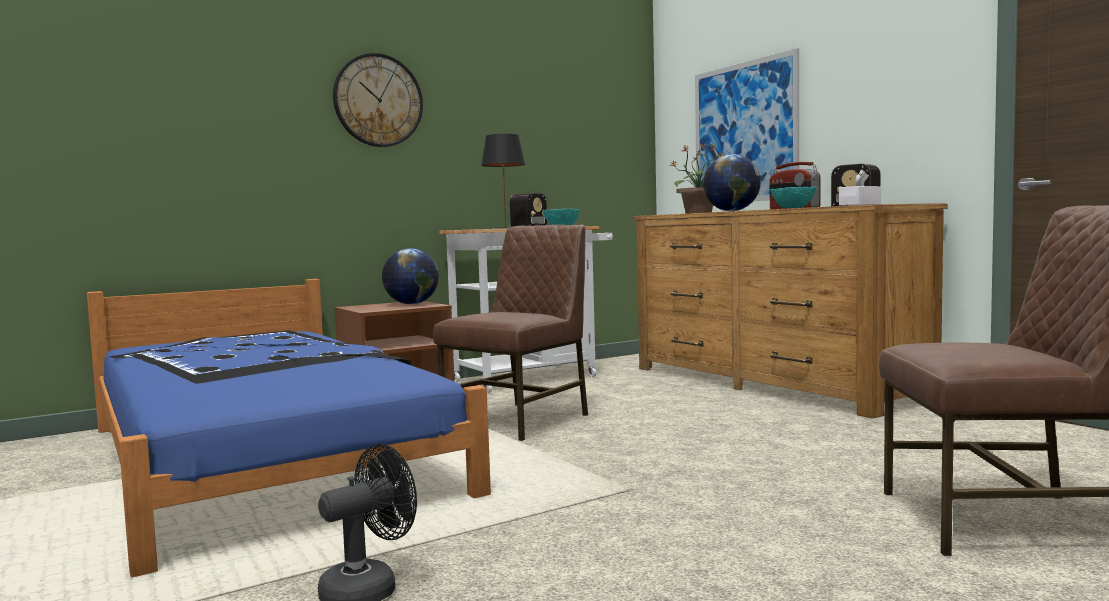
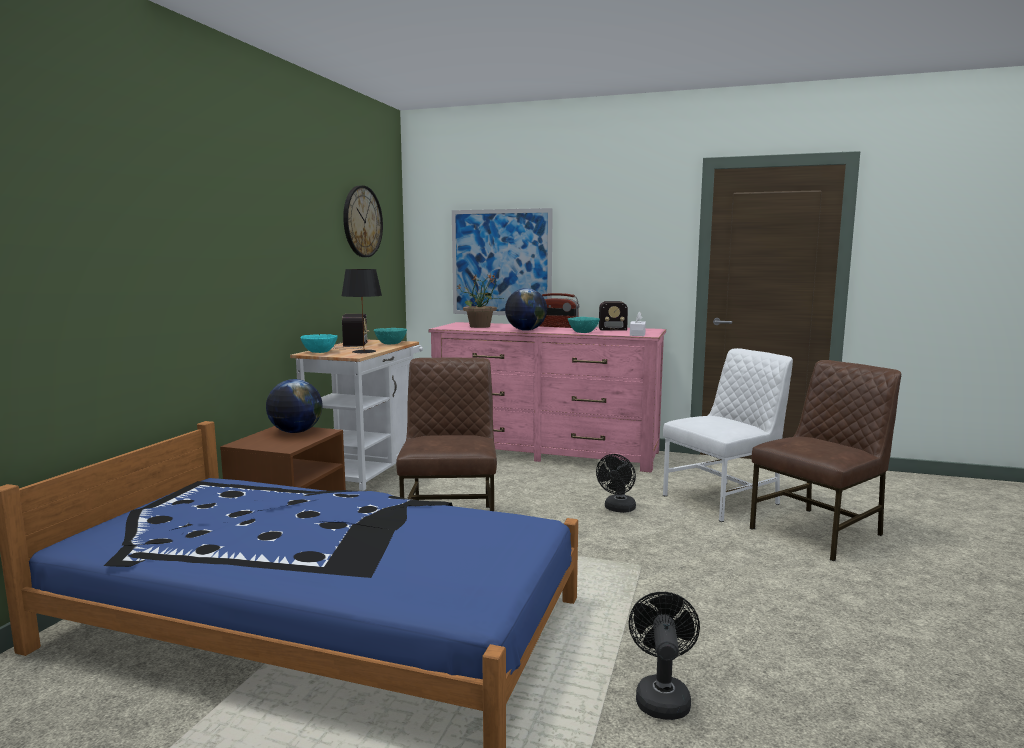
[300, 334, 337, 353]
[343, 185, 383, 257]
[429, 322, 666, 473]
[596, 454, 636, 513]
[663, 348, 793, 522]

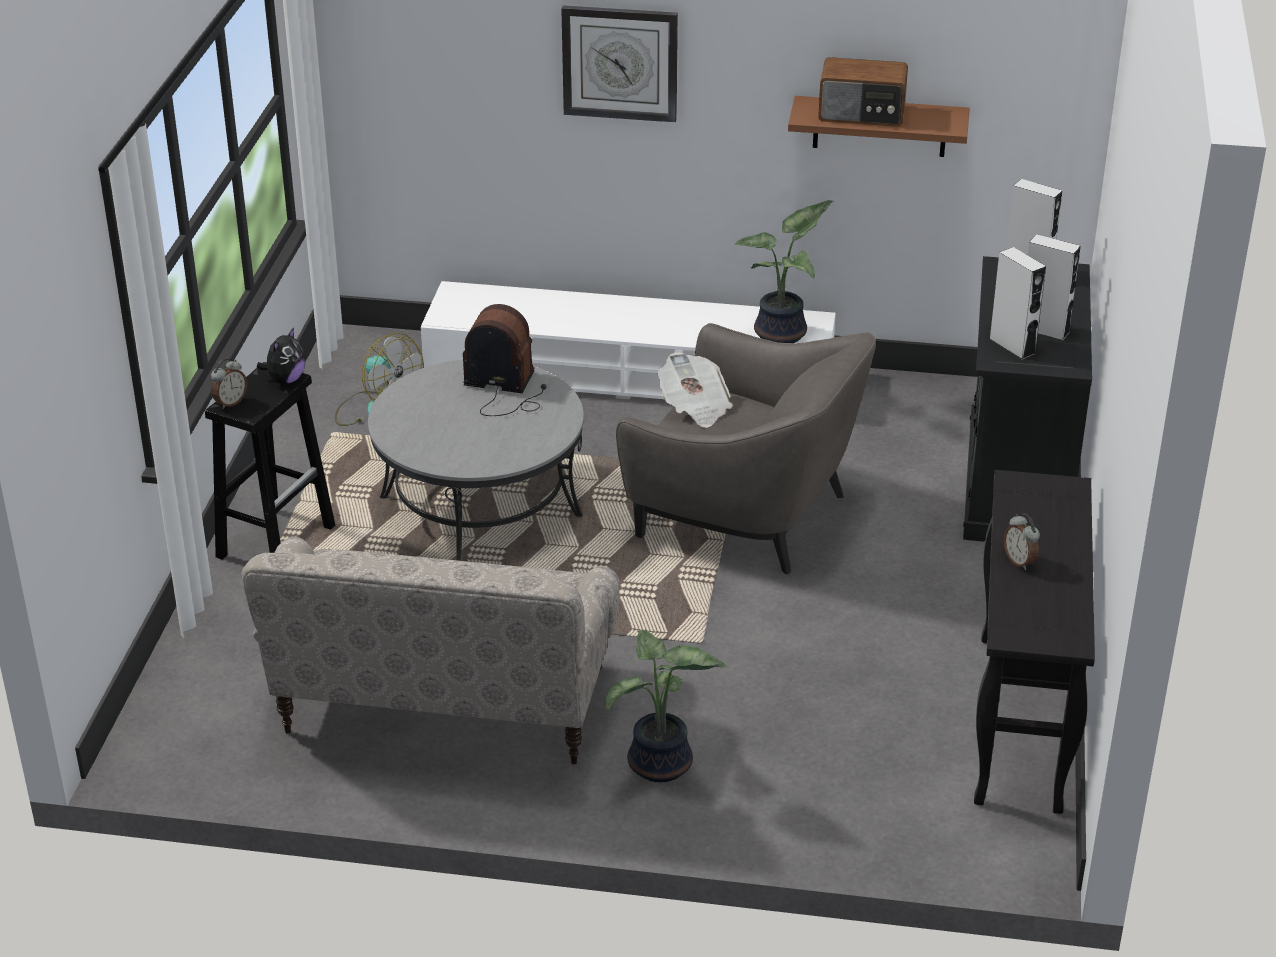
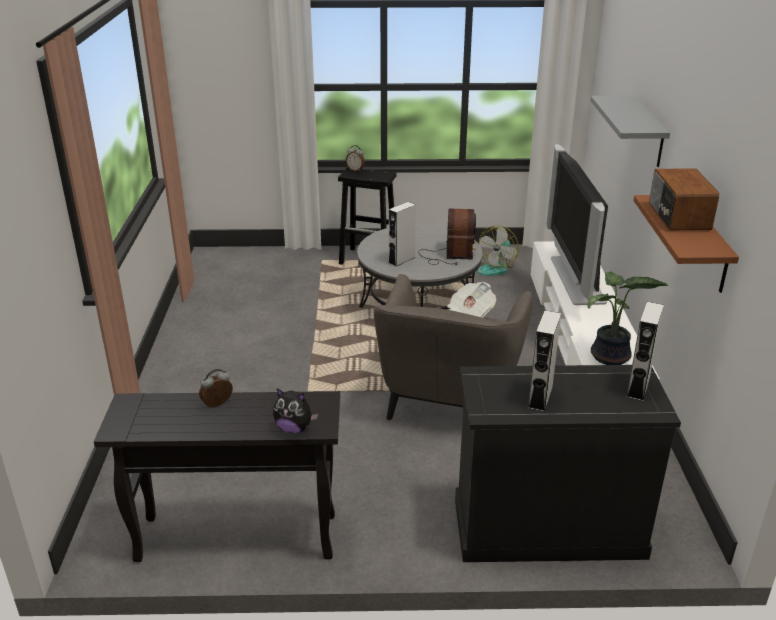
[273, 388, 318, 433]
[389, 202, 416, 267]
[547, 144, 608, 305]
[590, 96, 670, 167]
[242, 536, 620, 765] (first image)
[605, 630, 727, 782] (first image)

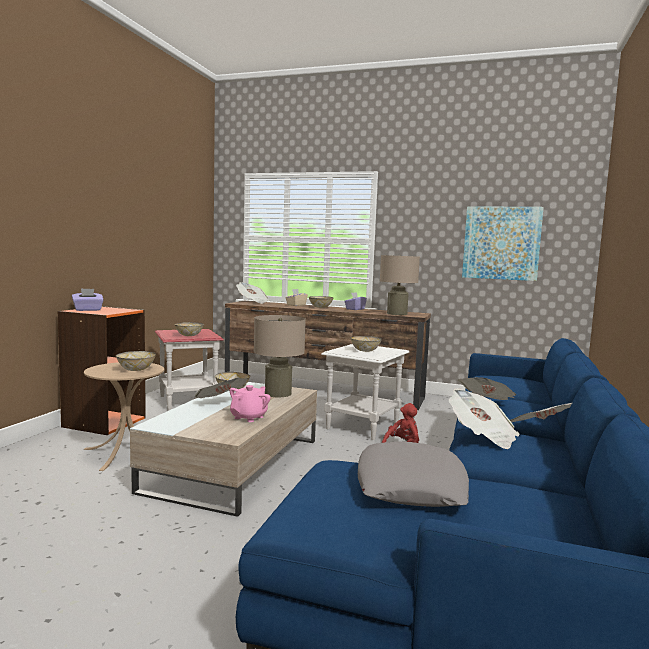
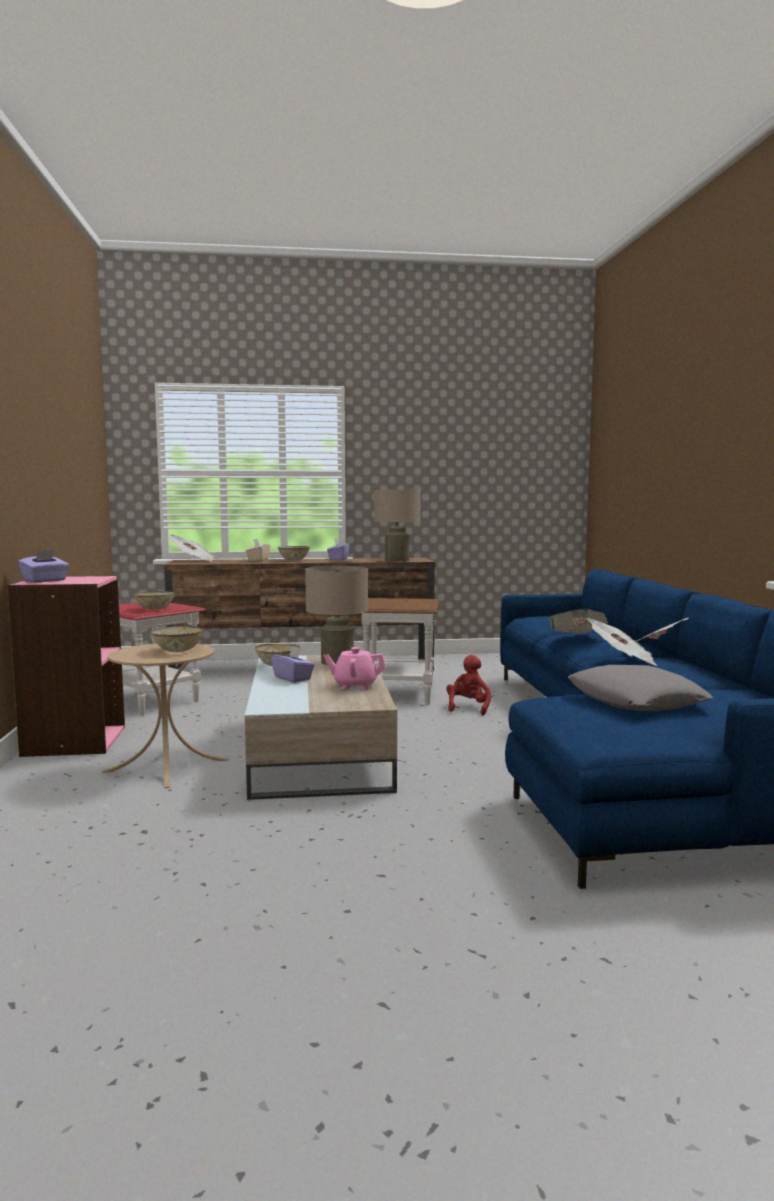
[7, 575, 125, 757]
[271, 646, 315, 683]
[324, 647, 386, 690]
[362, 598, 439, 705]
[350, 336, 382, 352] (first image)
[462, 206, 544, 281] (first image)

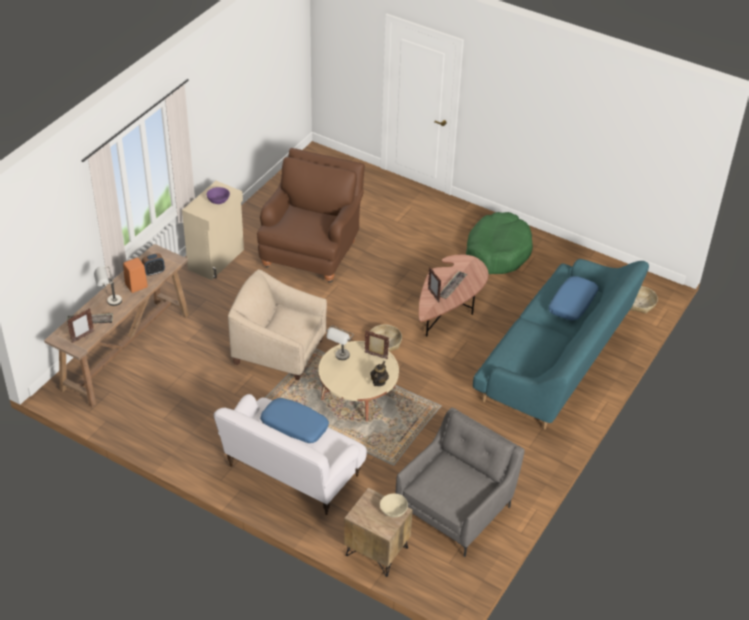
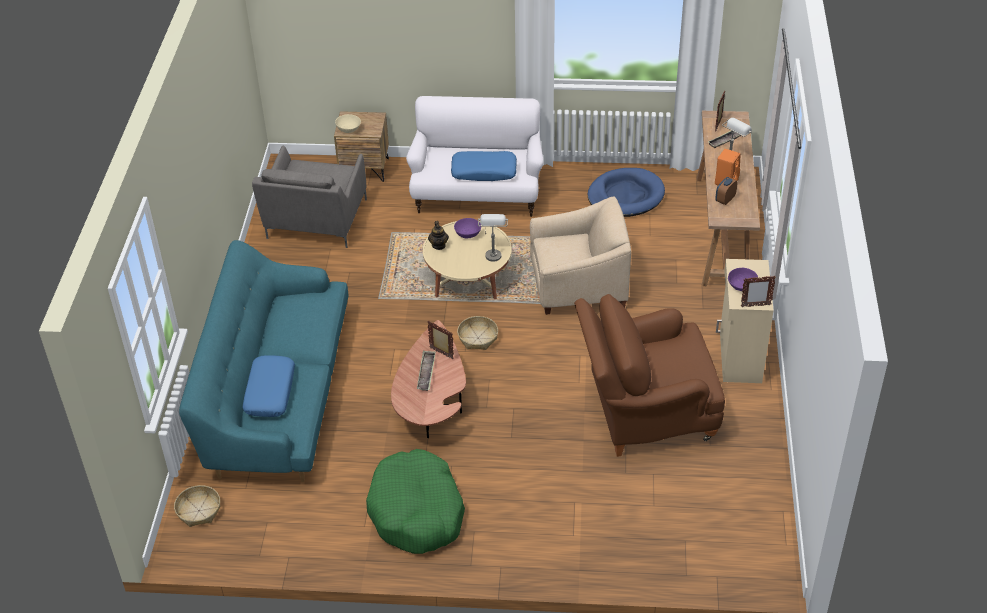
[454, 218, 481, 238]
[574, 294, 725, 457]
[588, 168, 665, 217]
[741, 276, 776, 307]

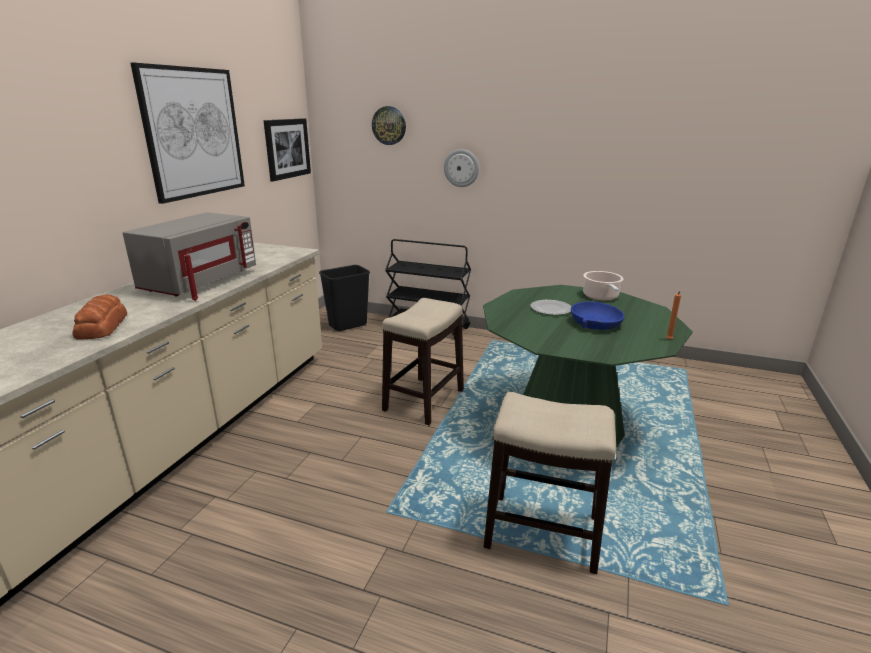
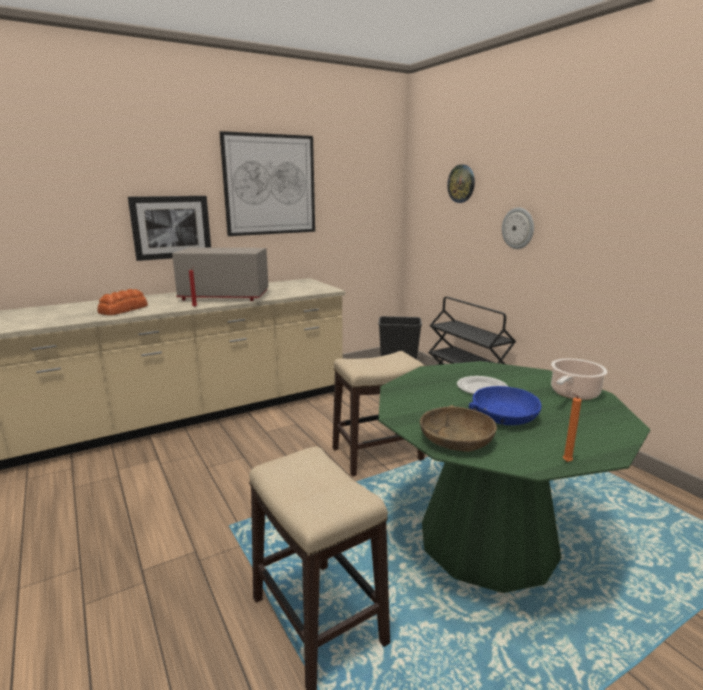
[128, 196, 211, 261]
[172, 247, 268, 301]
[420, 405, 497, 452]

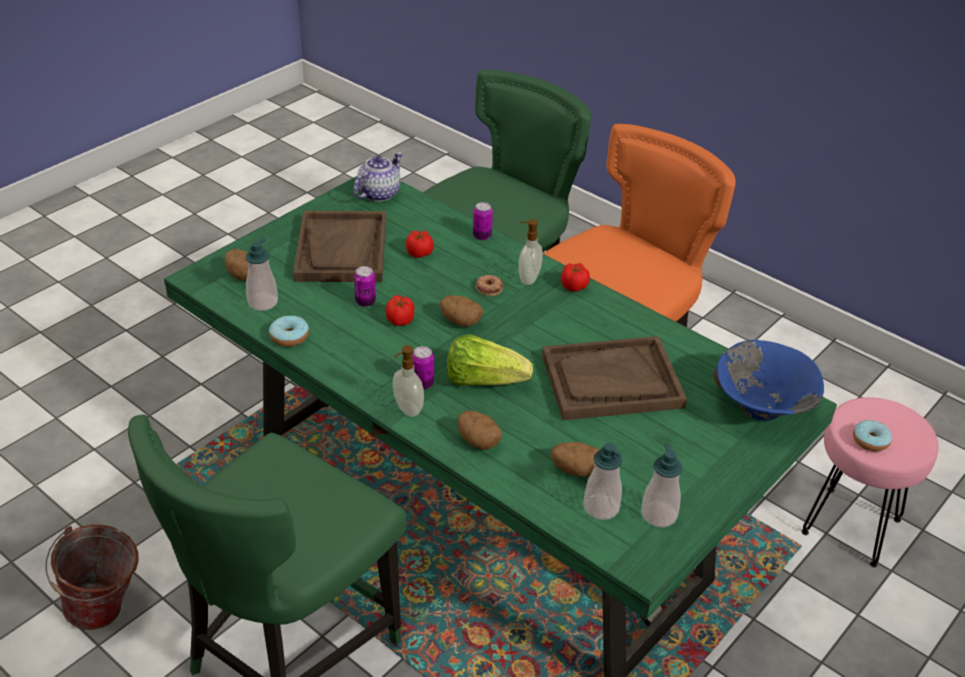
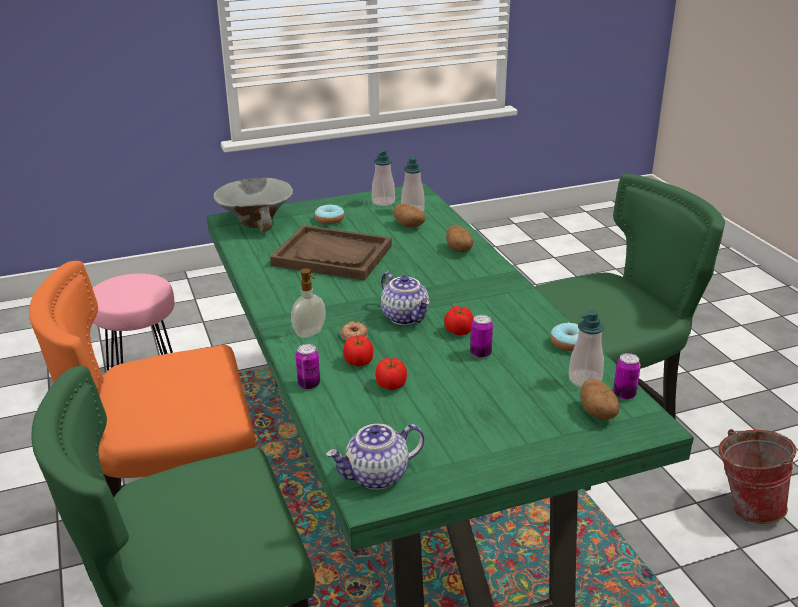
[214, 178, 293, 232]
[315, 204, 345, 224]
[343, 336, 373, 366]
[381, 272, 430, 325]
[613, 353, 641, 400]
[293, 211, 386, 282] (first image)
[393, 345, 424, 417] (first image)
[447, 334, 533, 386] (first image)

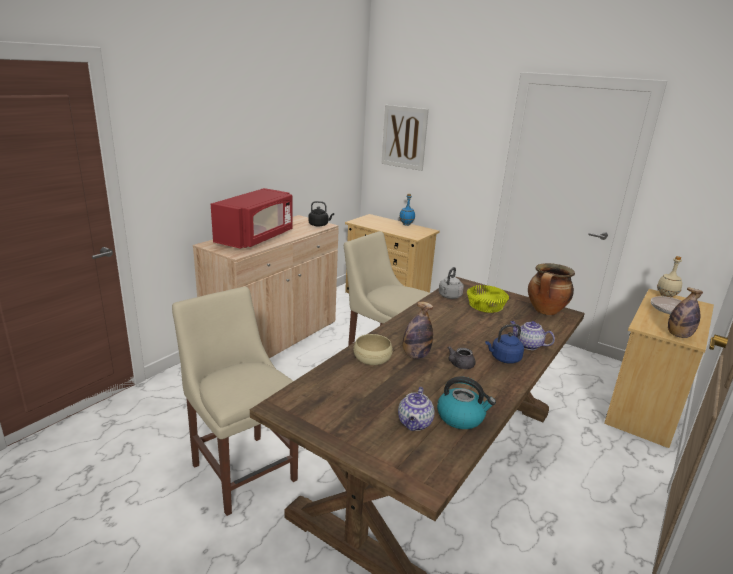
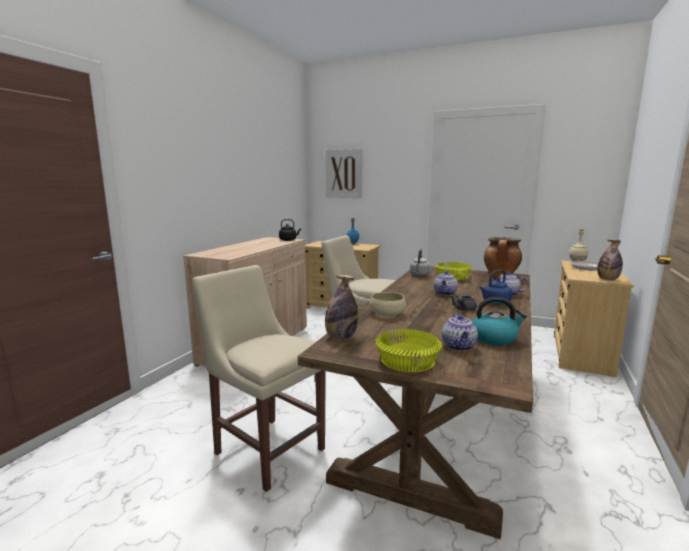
[325, 275, 358, 340]
[376, 329, 442, 373]
[434, 271, 458, 295]
[211, 188, 293, 249] (first image)

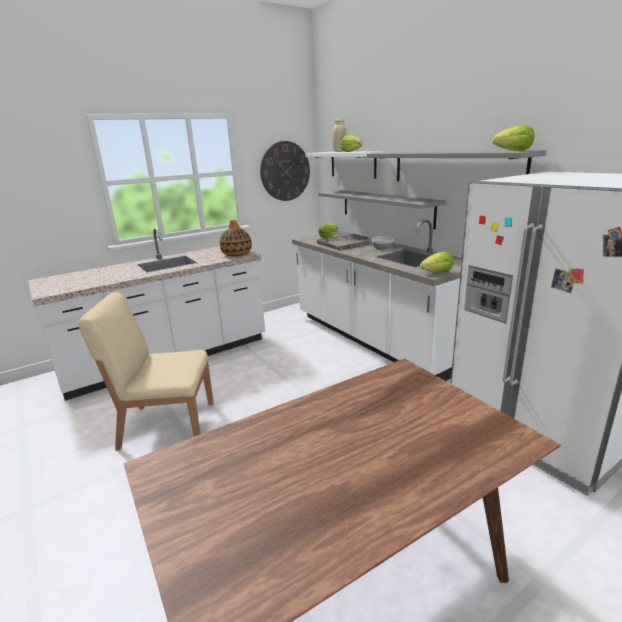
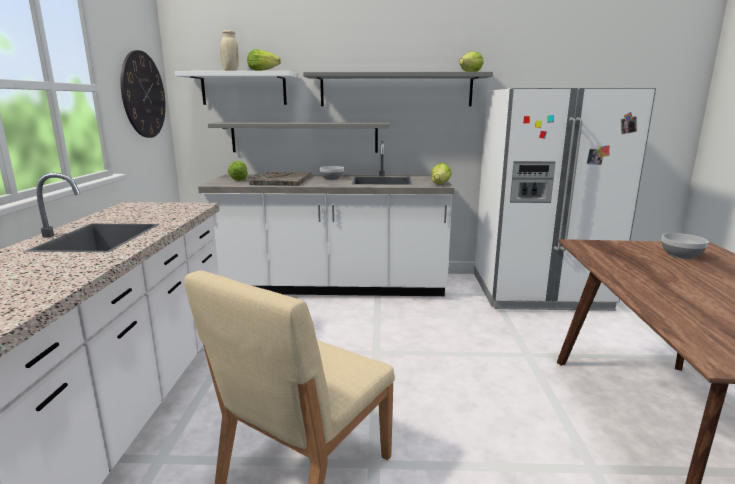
[662, 233, 708, 259]
[220, 220, 252, 256] (first image)

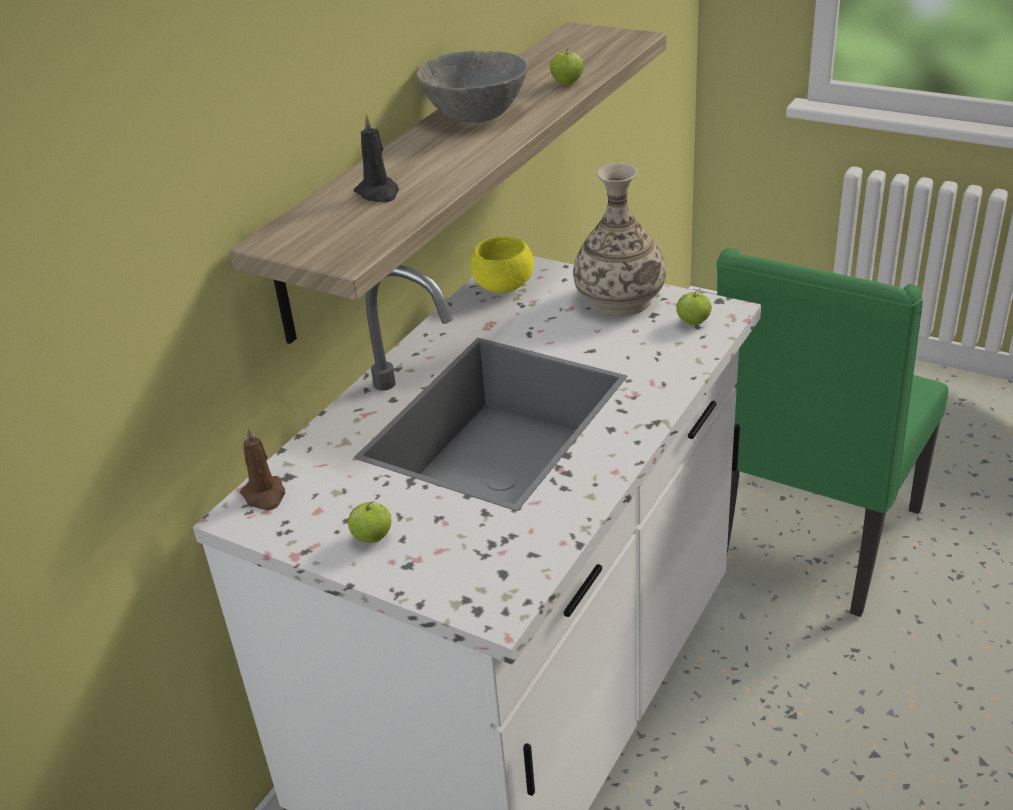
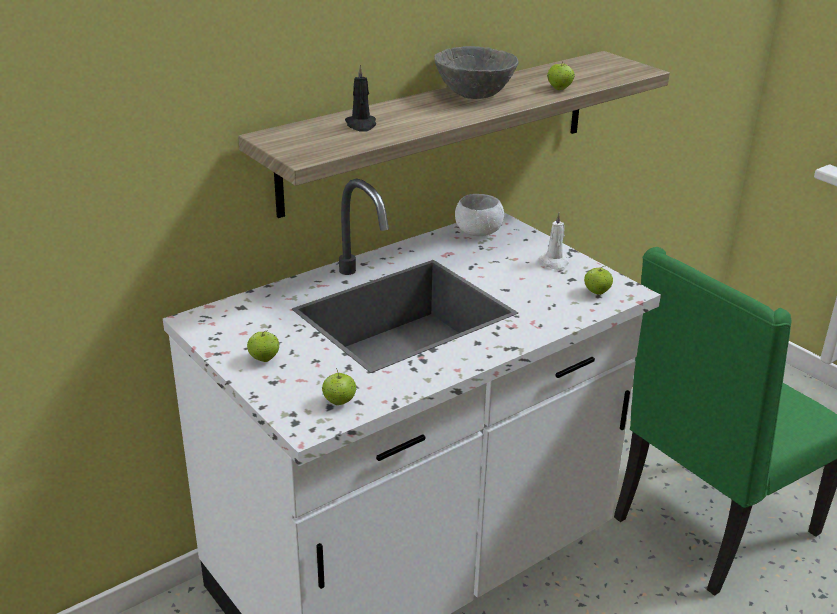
[322, 368, 356, 405]
[455, 194, 504, 236]
[539, 213, 569, 271]
[240, 427, 285, 511] (first image)

